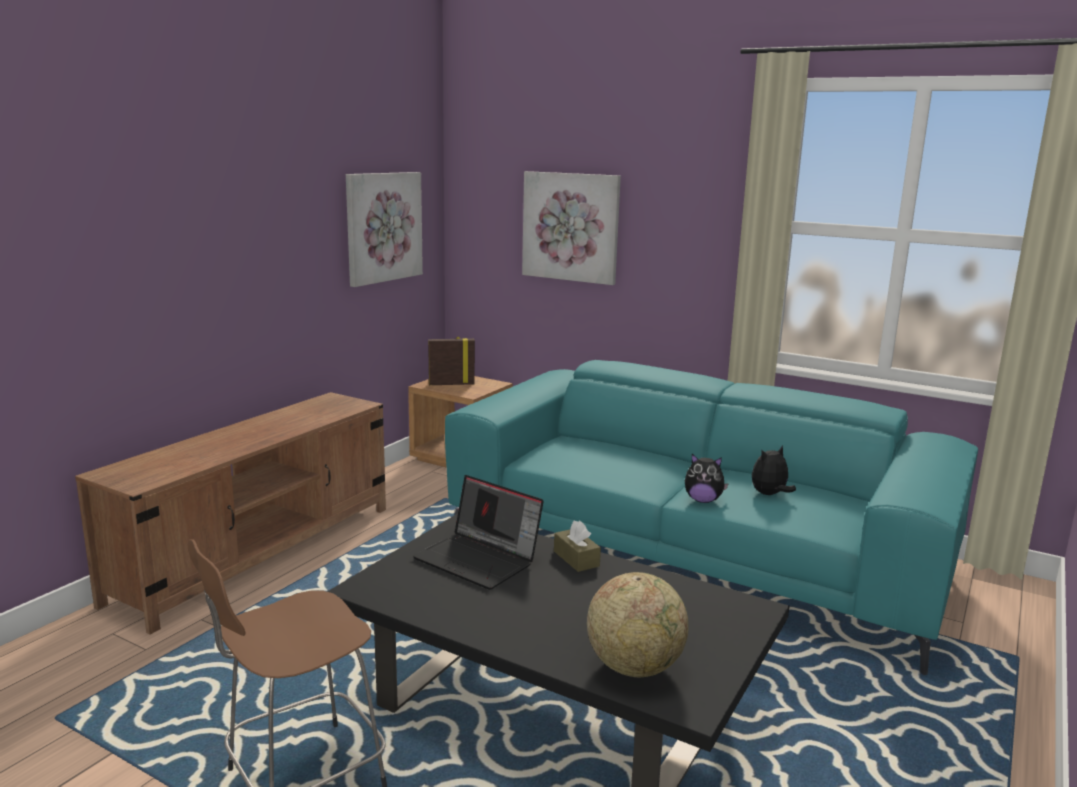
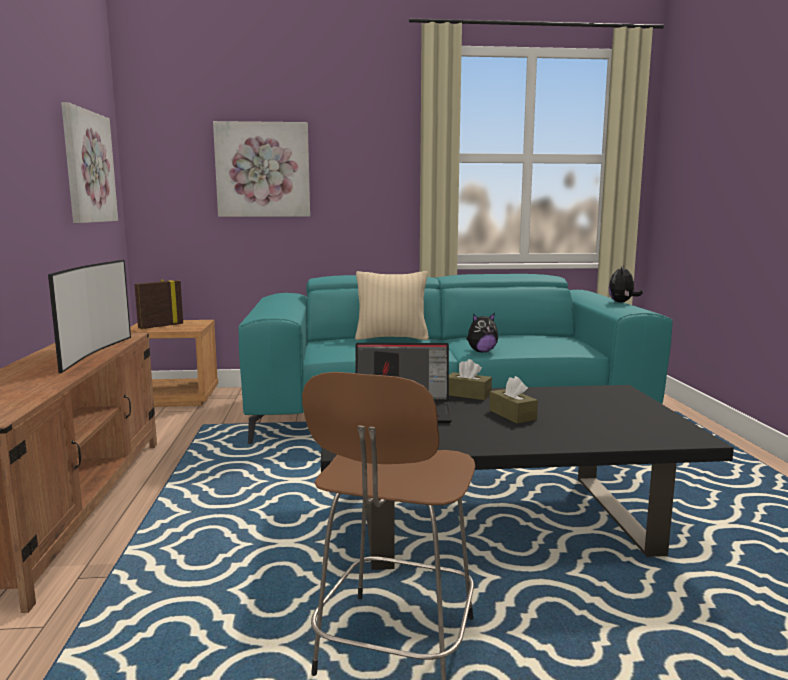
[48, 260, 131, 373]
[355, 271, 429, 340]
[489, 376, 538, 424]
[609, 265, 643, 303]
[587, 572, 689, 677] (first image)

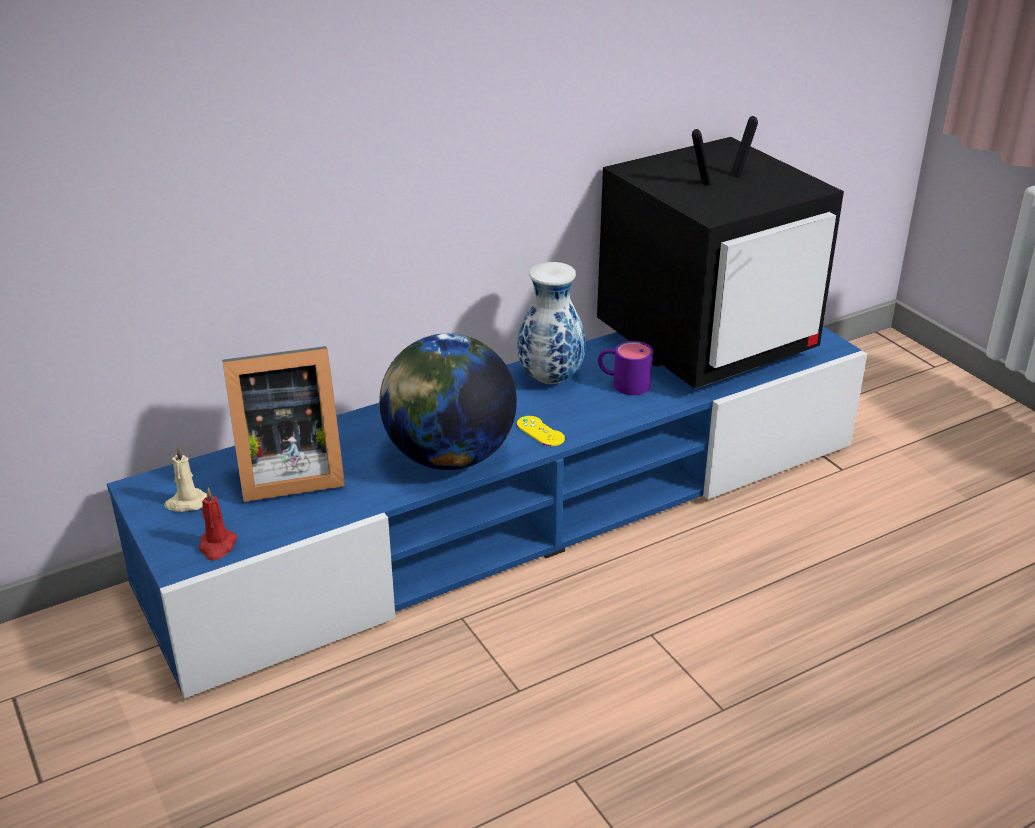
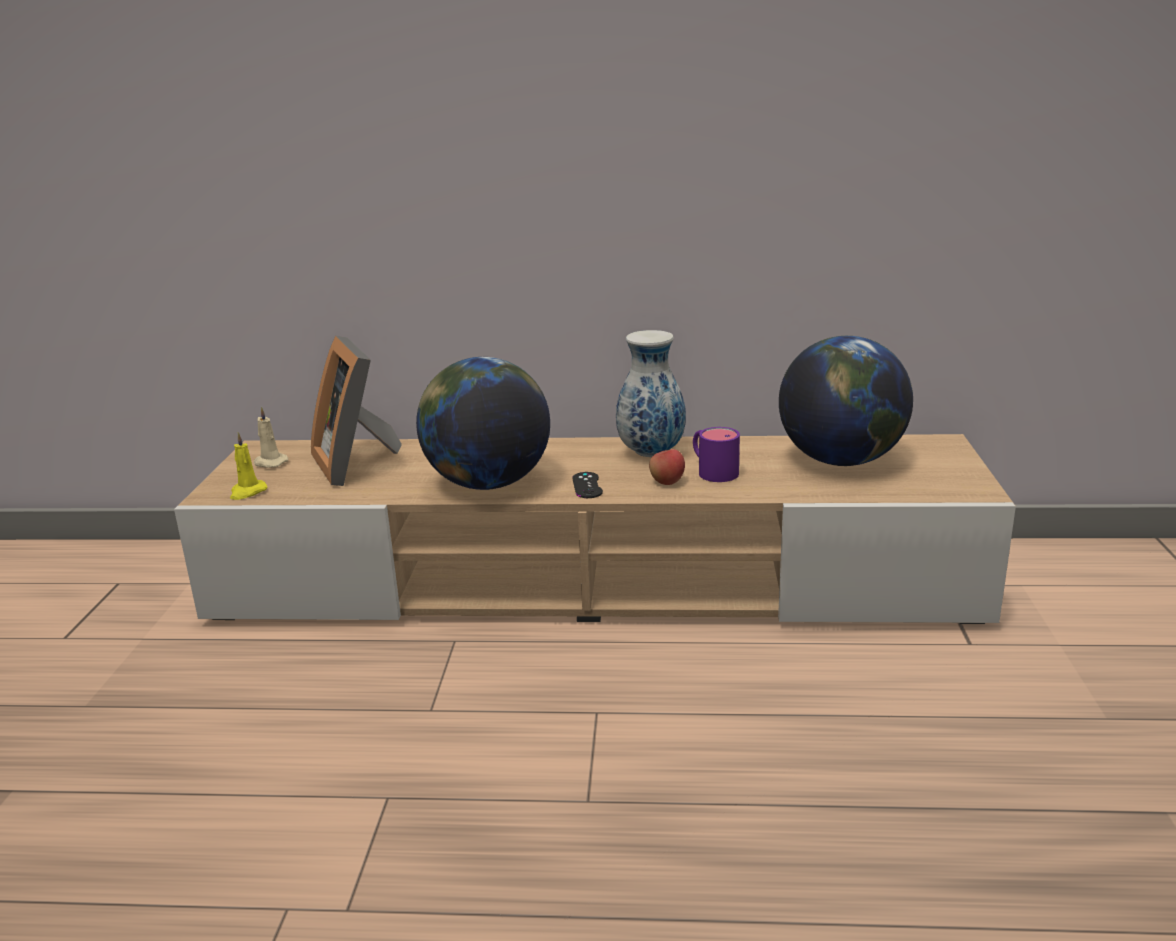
[174, 434, 1016, 624]
[230, 432, 267, 500]
[311, 336, 402, 486]
[572, 472, 603, 498]
[649, 449, 685, 485]
[779, 336, 913, 466]

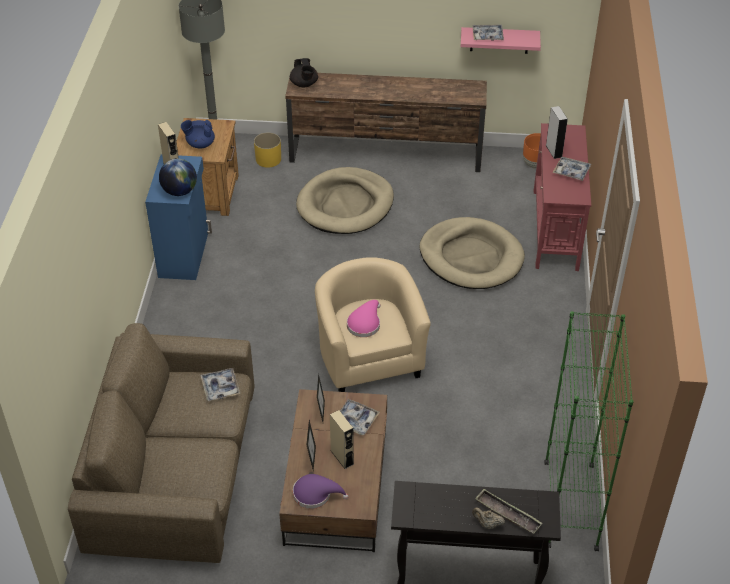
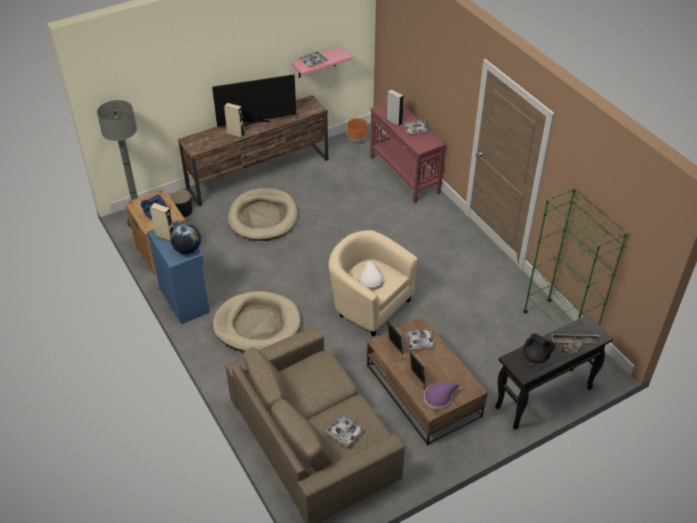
[170, 190, 193, 217]
[212, 74, 296, 127]
[213, 291, 301, 352]
[224, 103, 245, 138]
[326, 413, 365, 446]
[359, 261, 384, 290]
[523, 333, 556, 363]

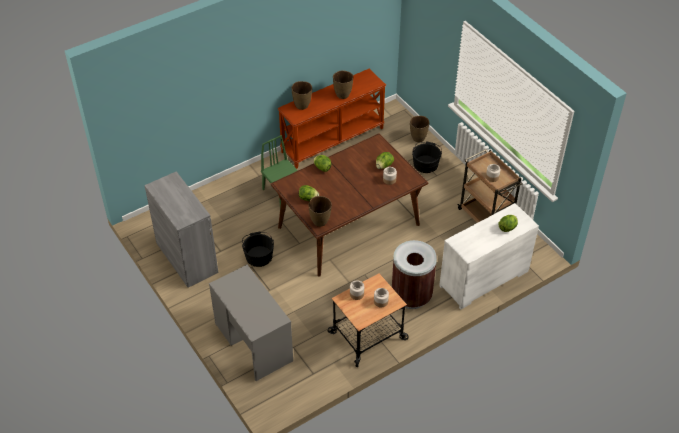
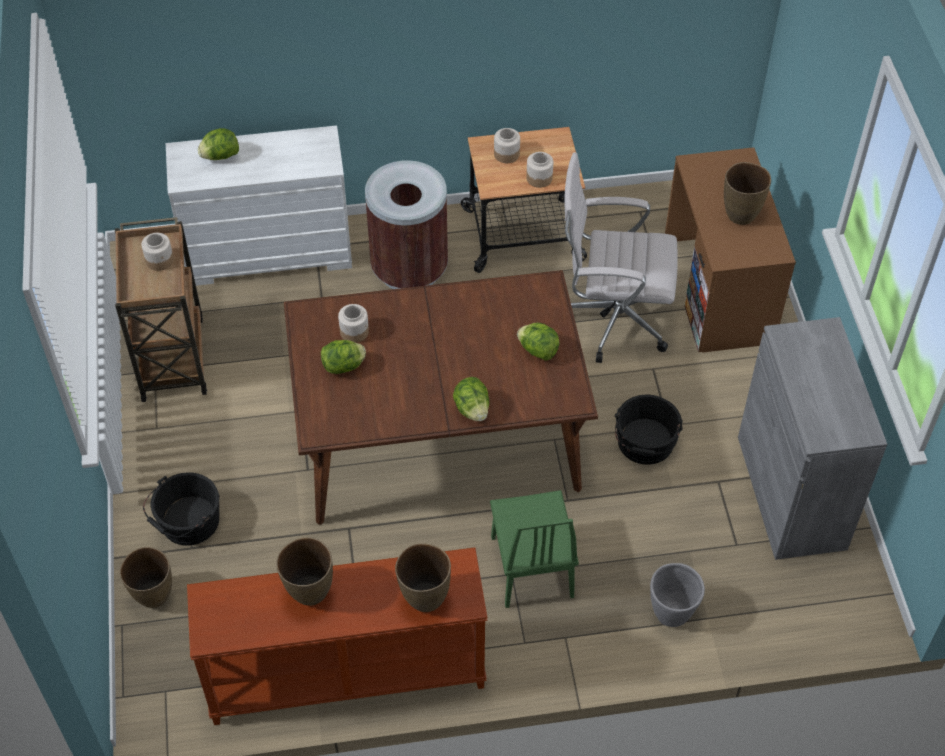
[564, 152, 678, 363]
[650, 563, 705, 627]
[665, 147, 796, 353]
[724, 162, 771, 225]

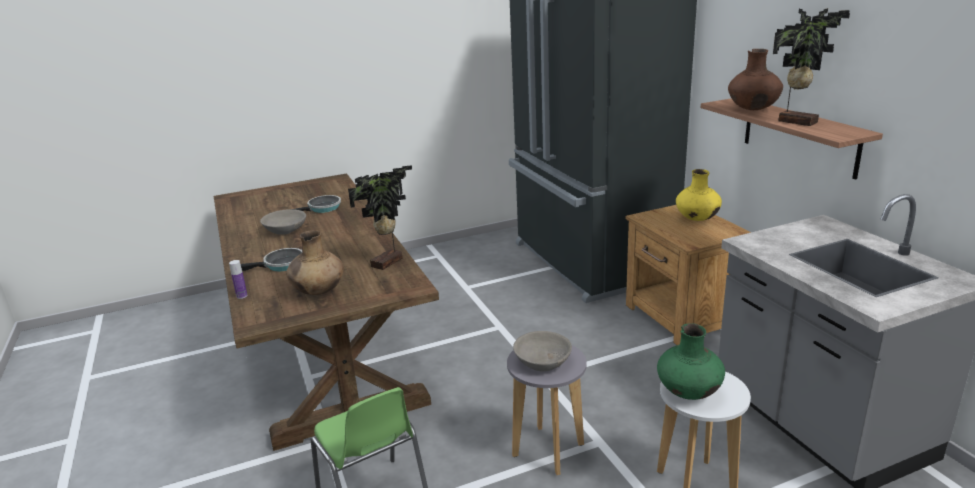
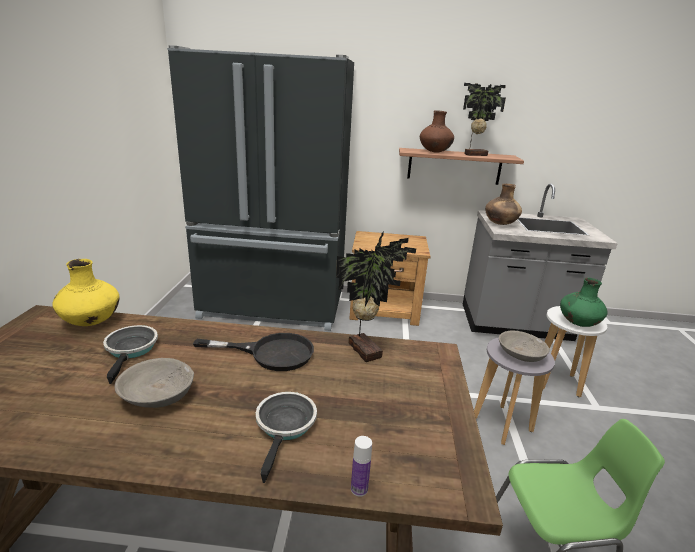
[52, 259, 120, 326]
[193, 333, 314, 371]
[485, 184, 522, 225]

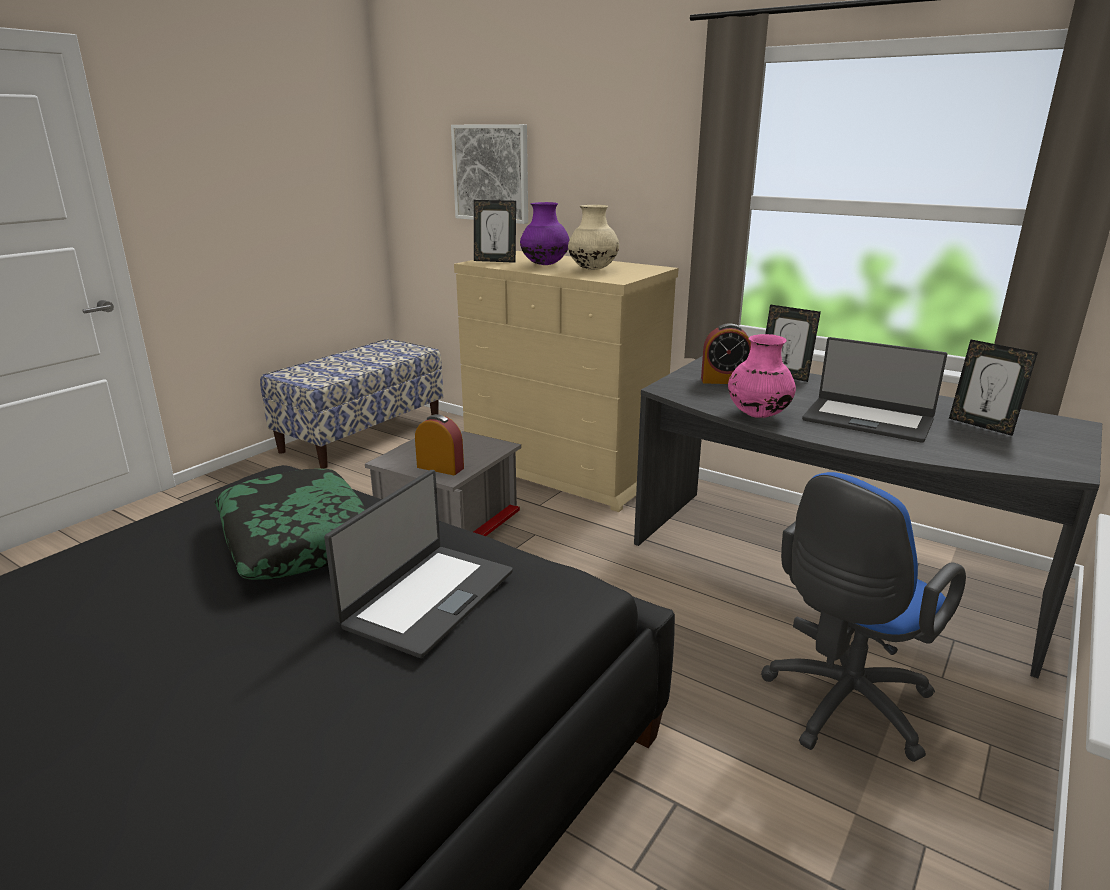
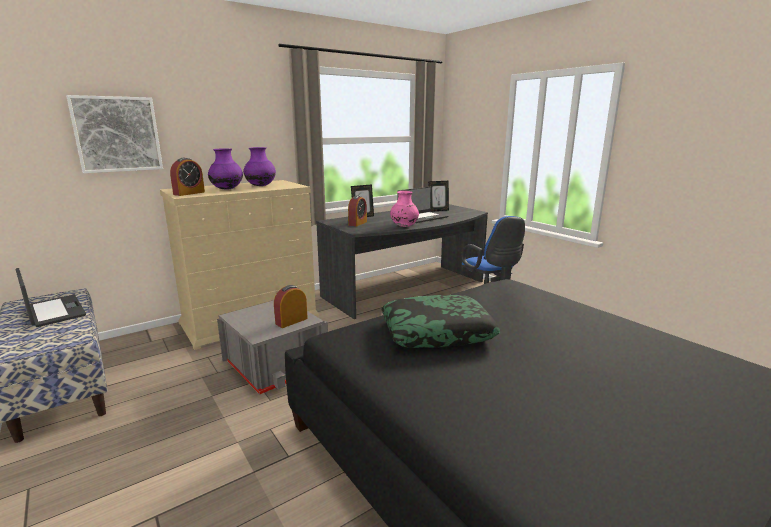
[16, 268, 86, 327]
[170, 158, 205, 196]
[243, 147, 276, 186]

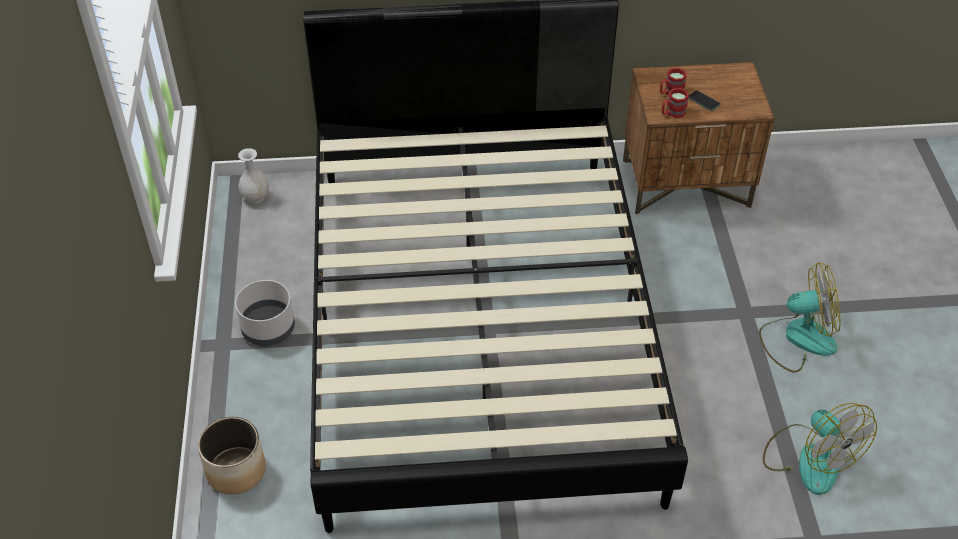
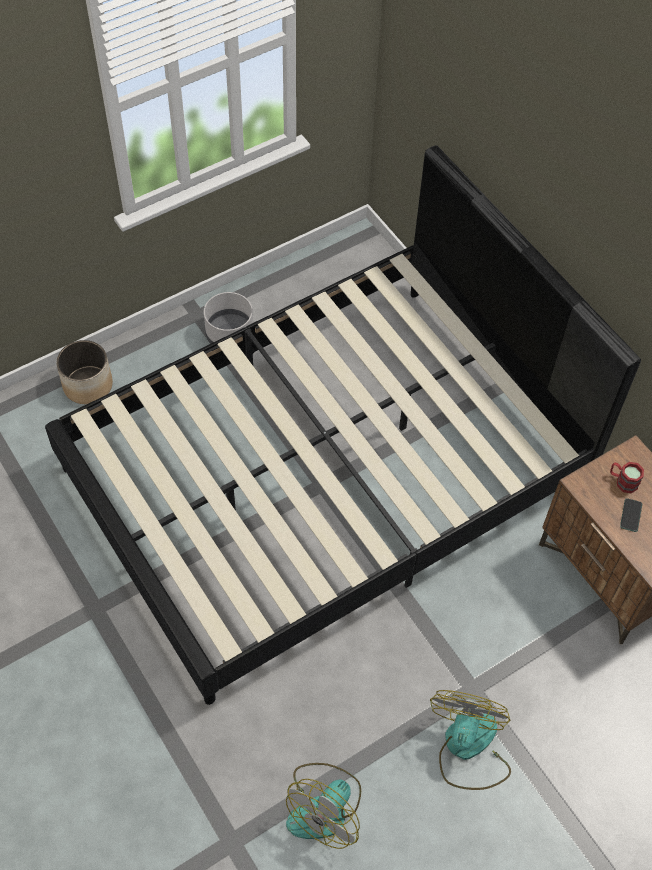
[430, 690, 511, 790]
[238, 148, 269, 204] (first image)
[662, 88, 689, 118] (first image)

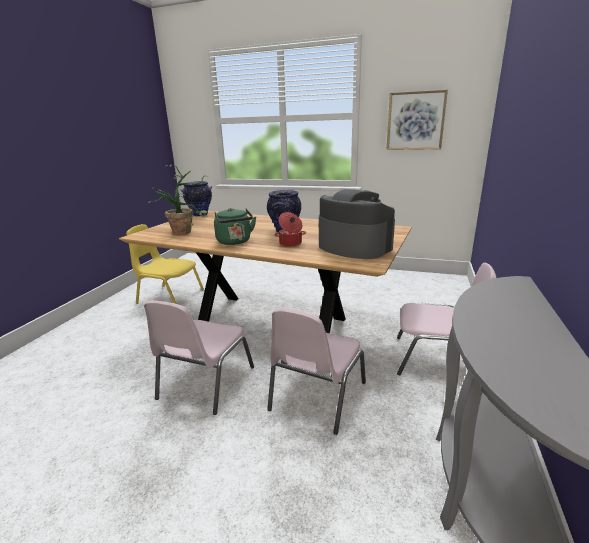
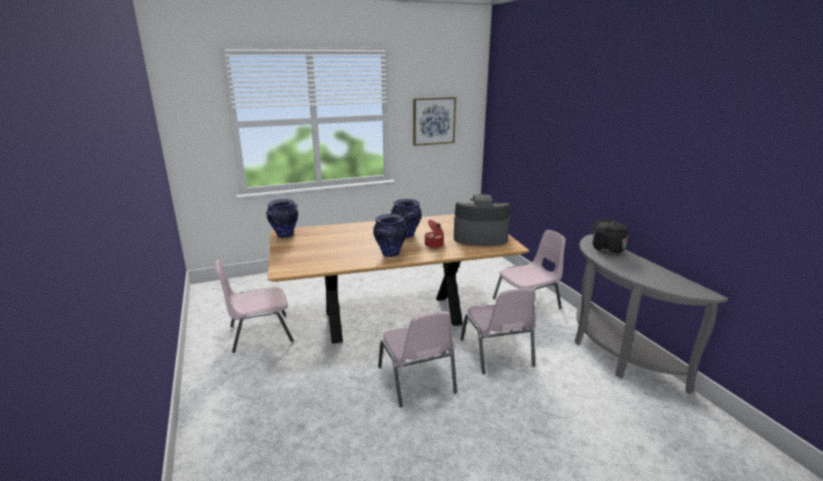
[215, 260, 293, 353]
[373, 214, 407, 257]
[591, 219, 628, 254]
[148, 164, 208, 235] (first image)

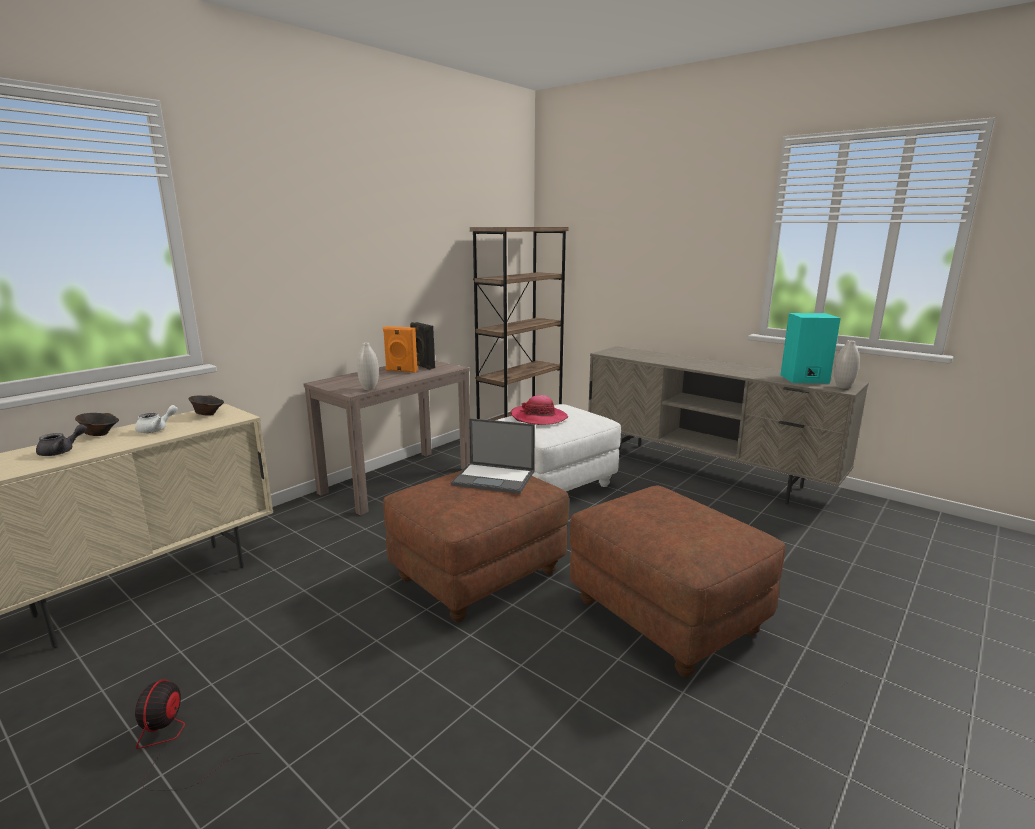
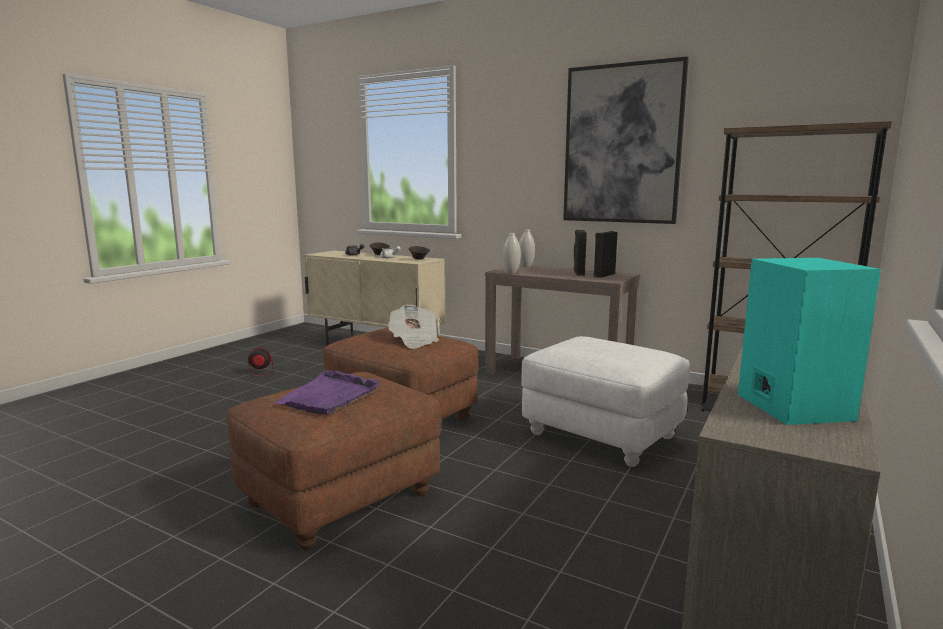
[273, 371, 380, 415]
[387, 305, 440, 349]
[519, 229, 535, 267]
[563, 56, 689, 224]
[574, 230, 587, 276]
[511, 395, 568, 425] (first image)

